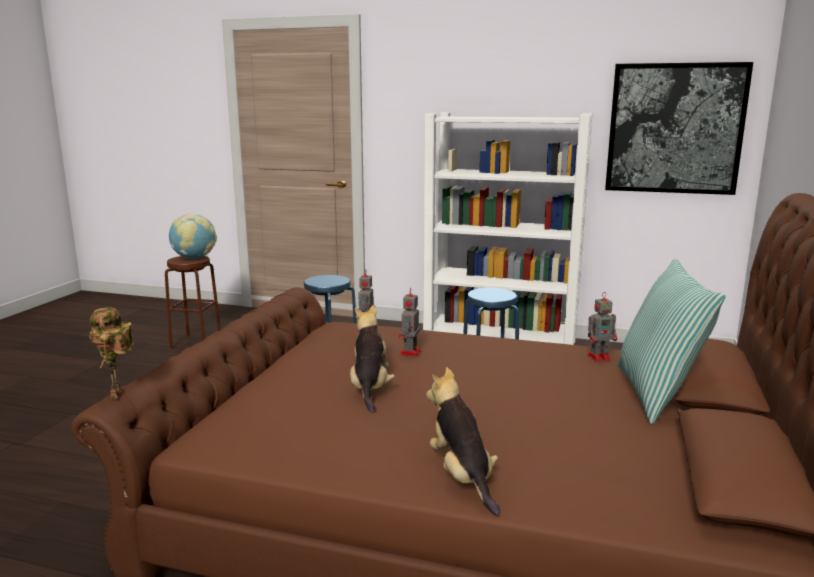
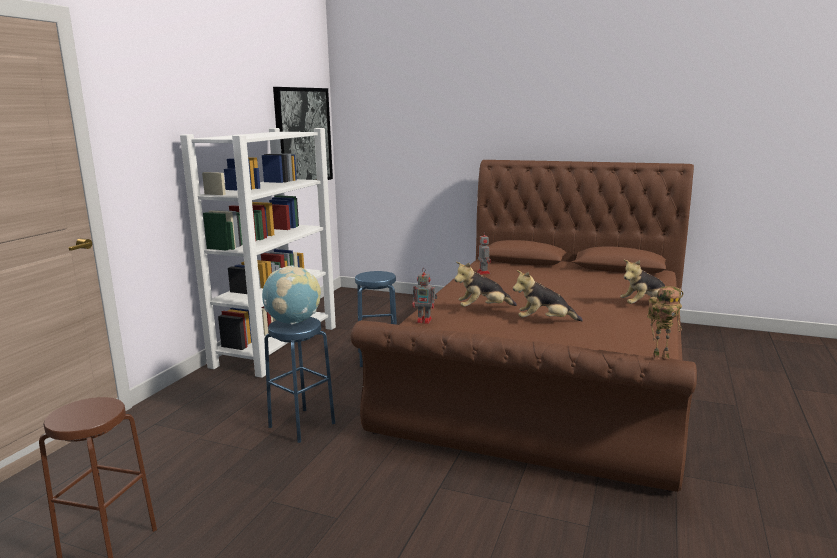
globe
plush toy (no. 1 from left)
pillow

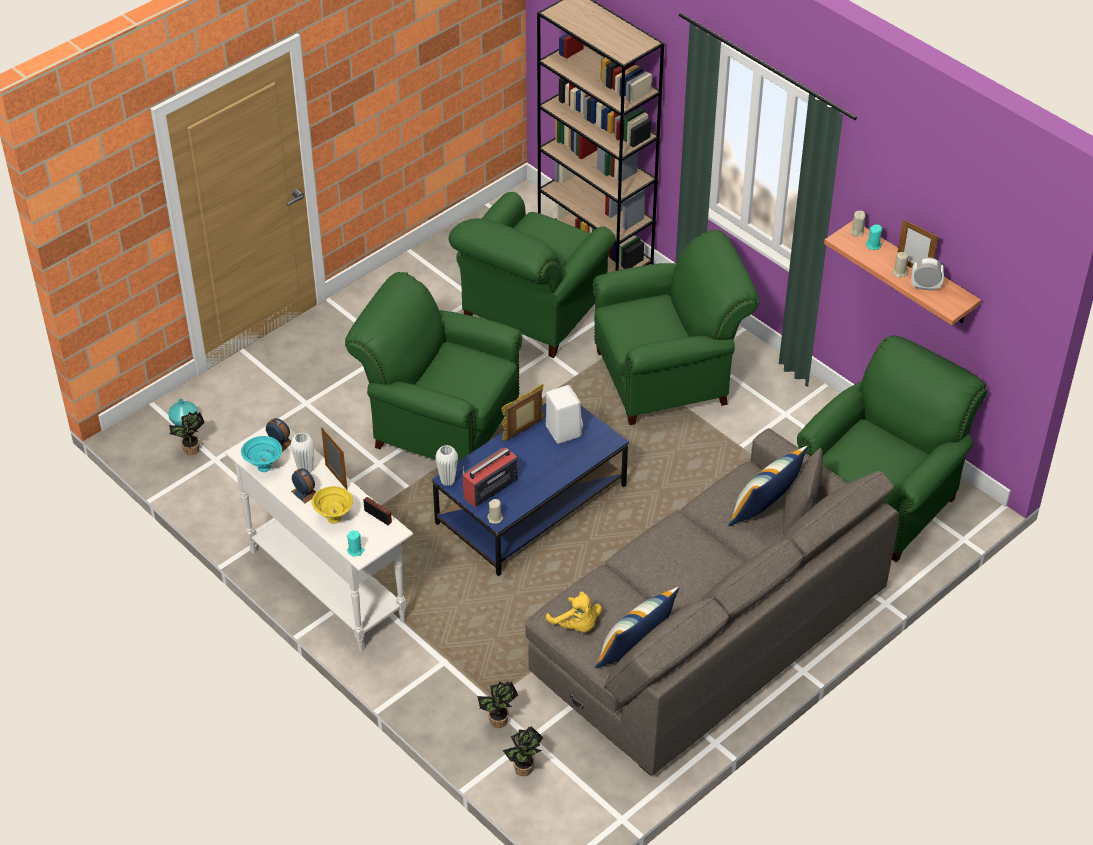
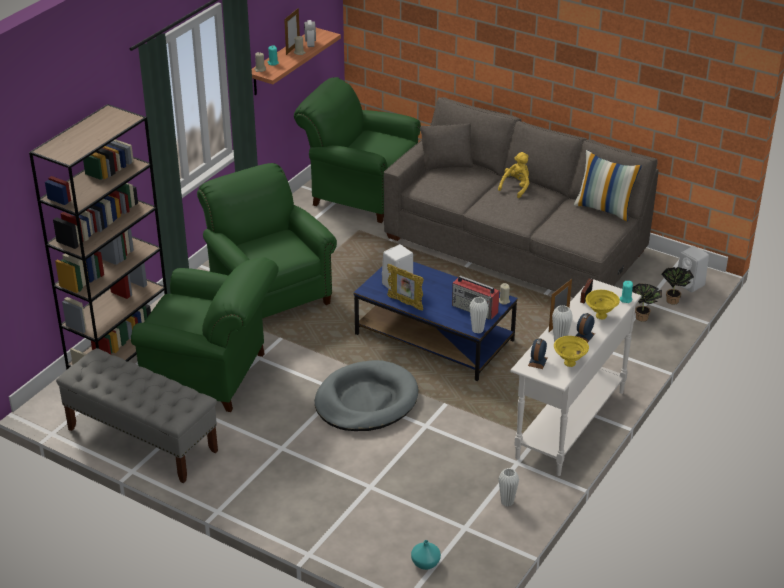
potted plant (no. 1 from left in the first image)
yellow bowl (no. 1 from left)
grey dog bed
yellow plush toy
pillow (no. 2 from left in the first image)
grey bench
white vase (no. 2 from left)
white speaker (no. 2 from left)

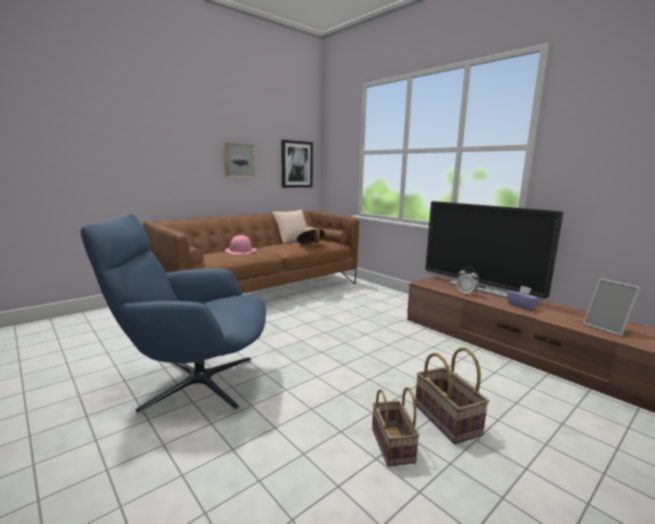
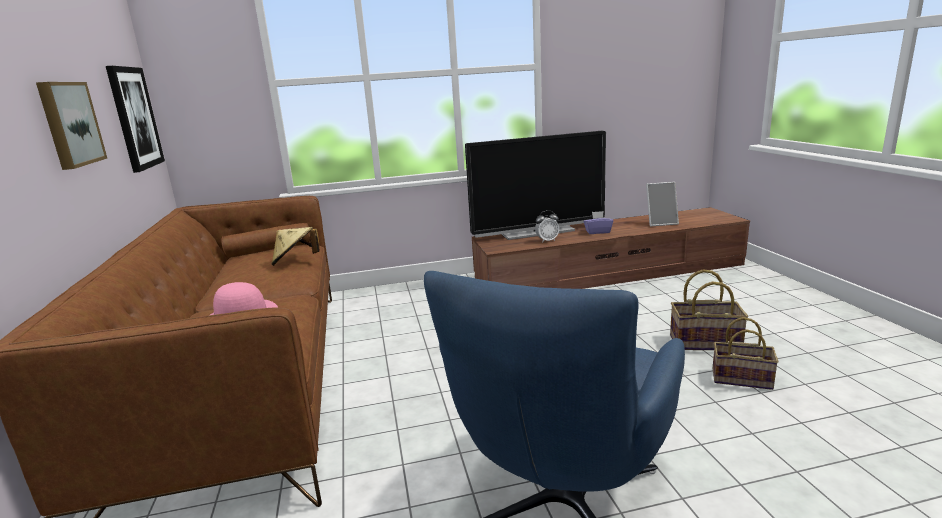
beige pillow

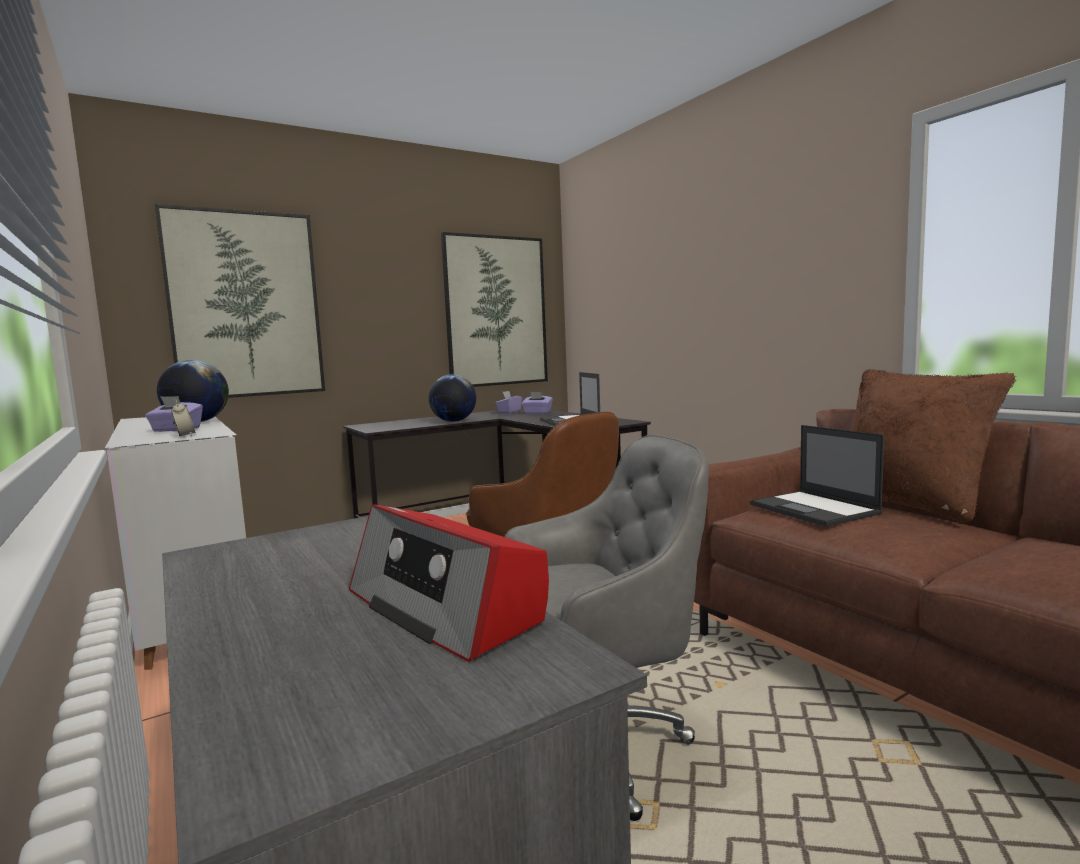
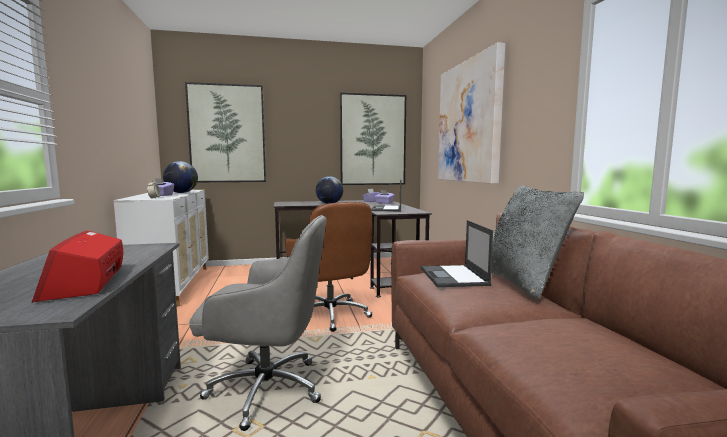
grey pillow
picture (no. 3 from left)

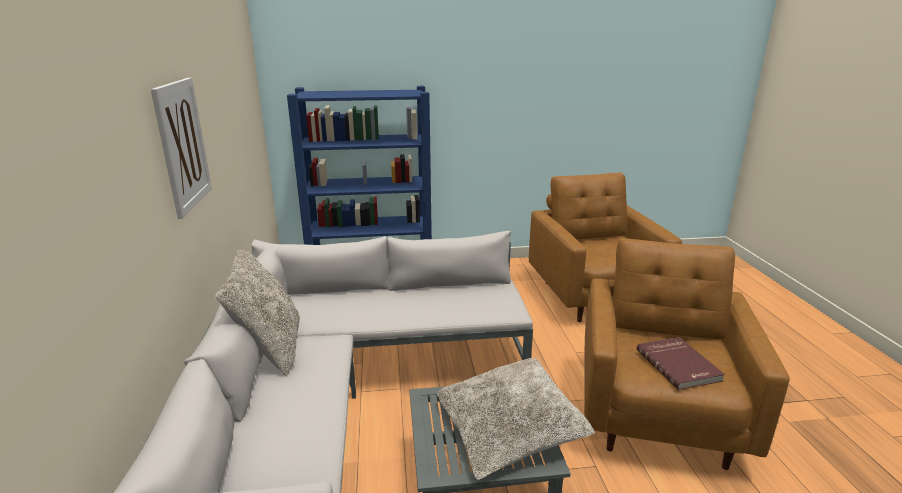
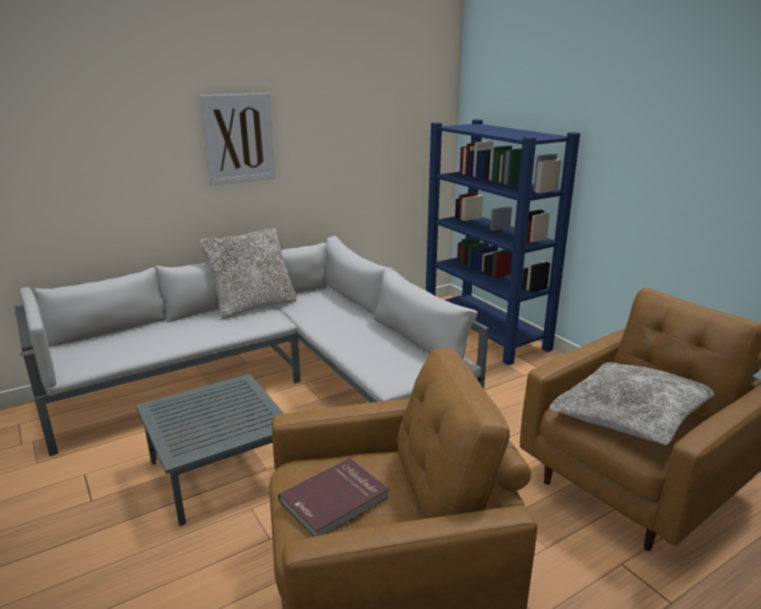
beige pillow (no. 2 from left)

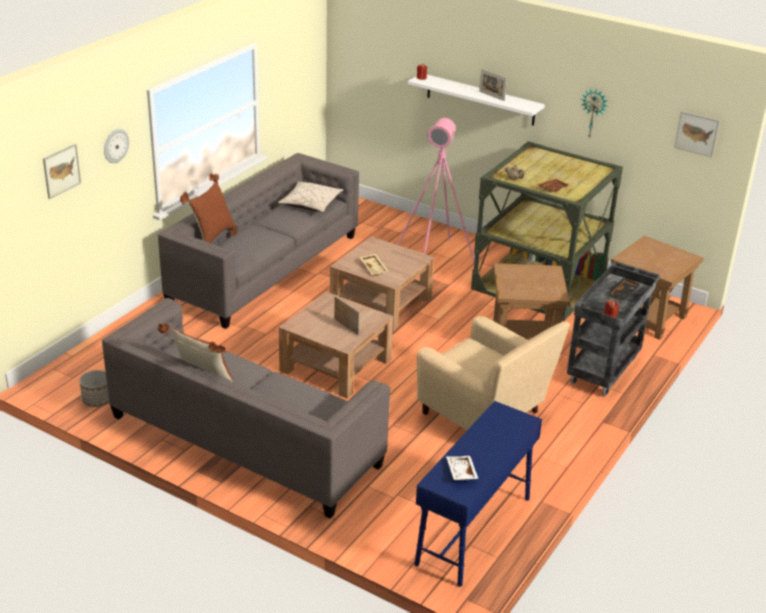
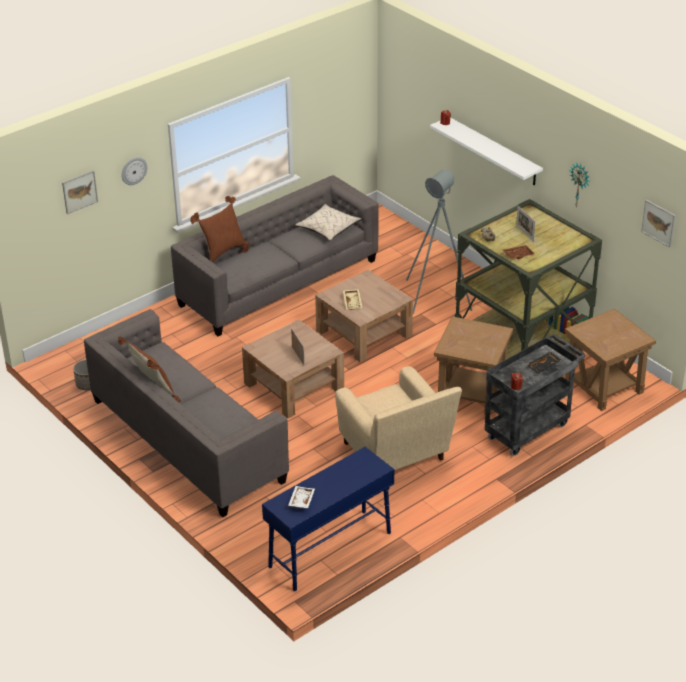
grey floor lamp
picture frame (no. 2 from left)

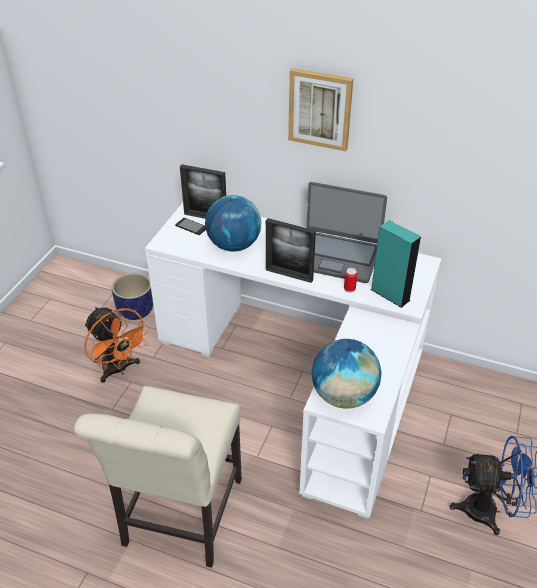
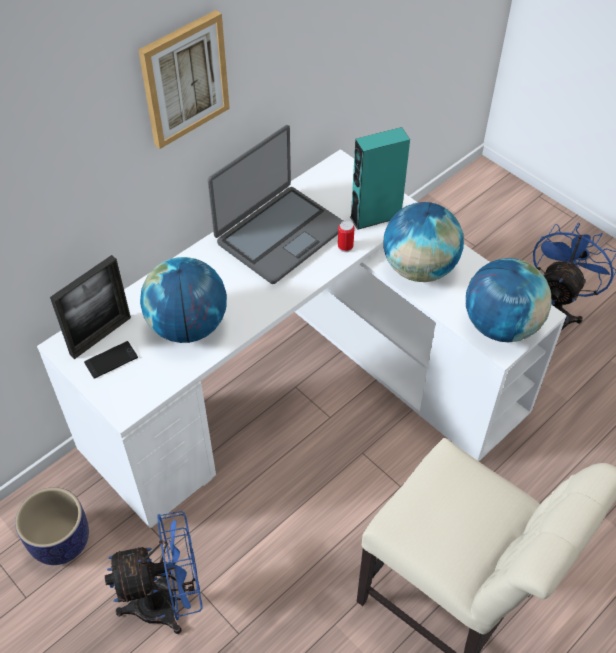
blue fan (no. 1 from left)
picture frame (no. 2 from left in the first image)
globe (no. 2 from left)

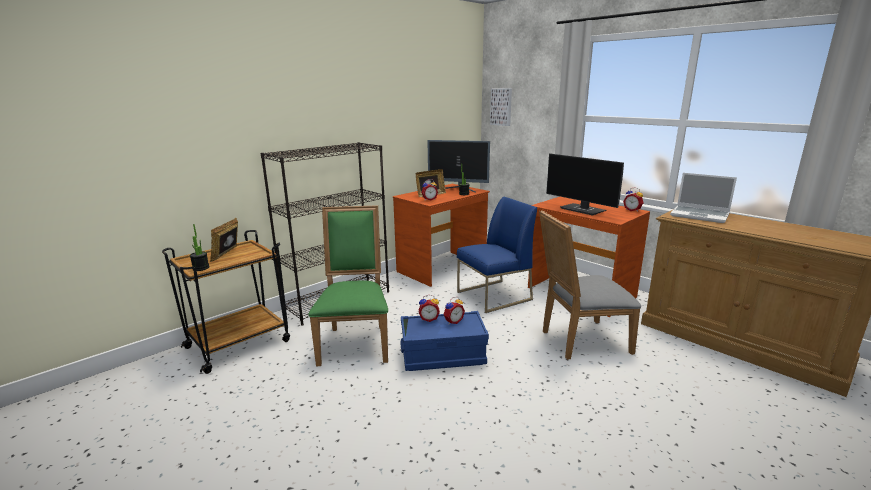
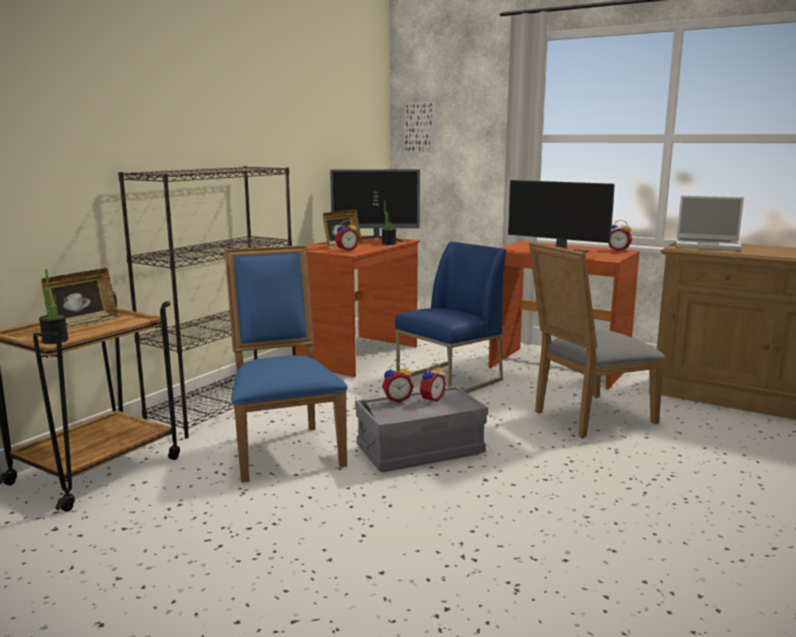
picture frame (no. 1 from left)
blue chair (no. 1 from left)
grey storage box

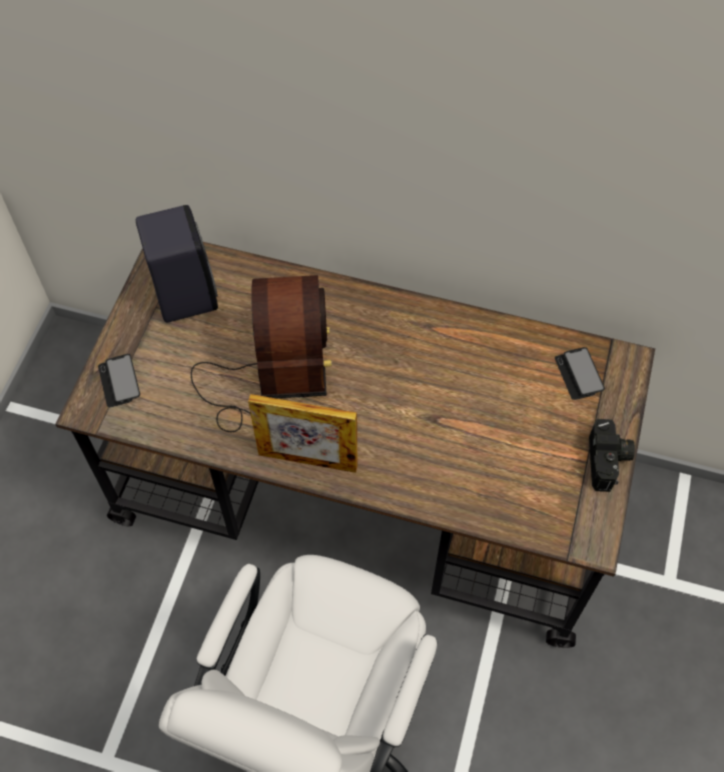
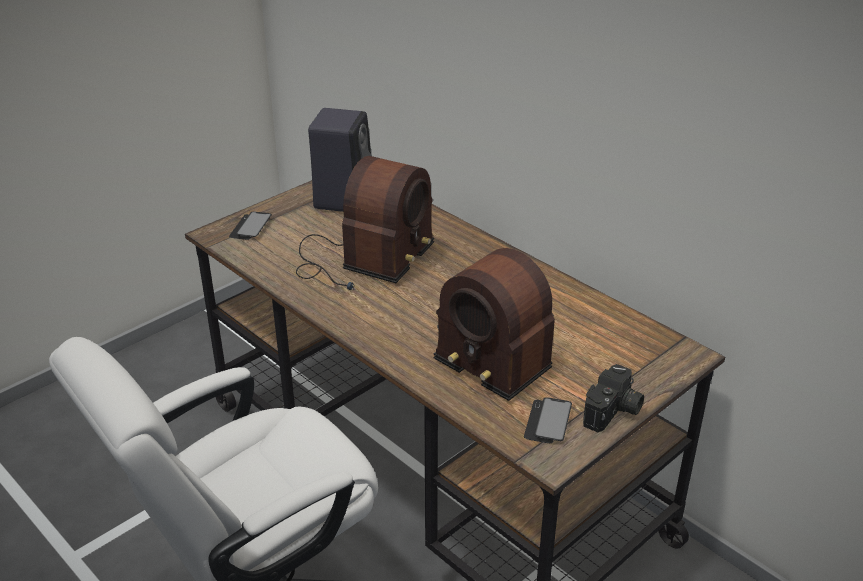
picture frame
phone (no. 2 from left)
radio (no. 2 from left)

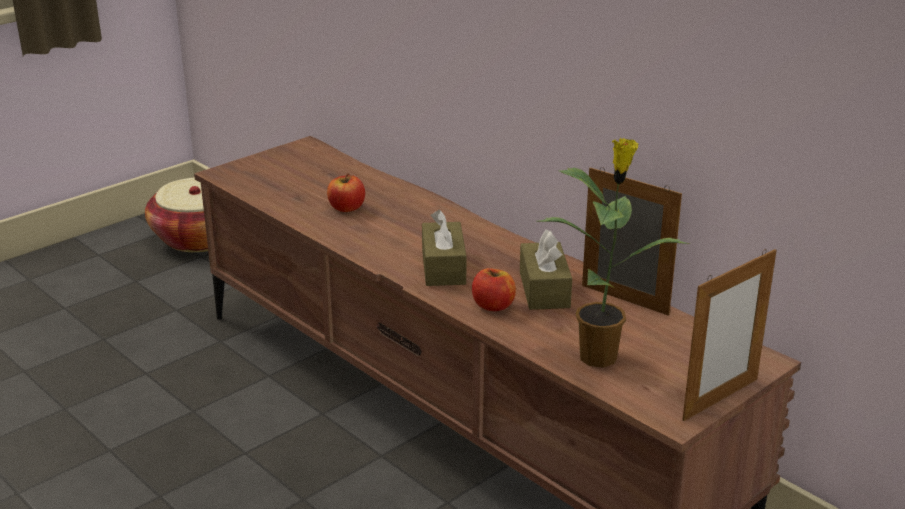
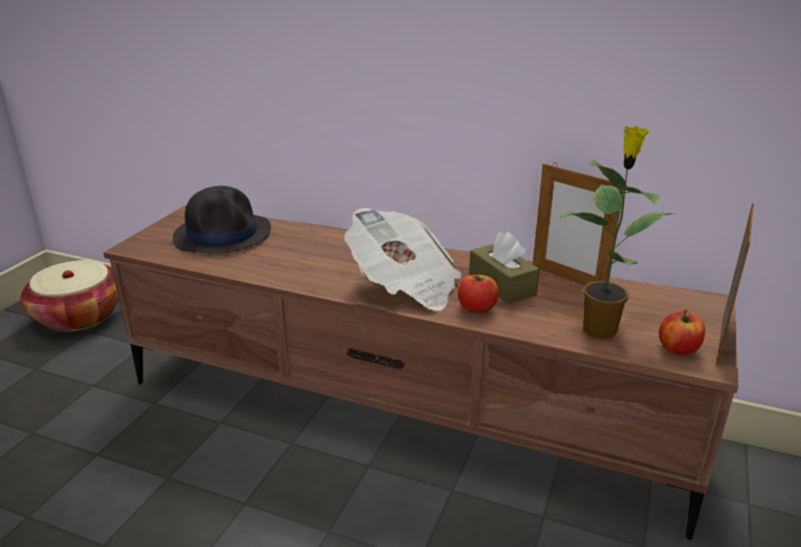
apple (no. 2 from left)
newspaper
picture frame (no. 1 from left)
black hat

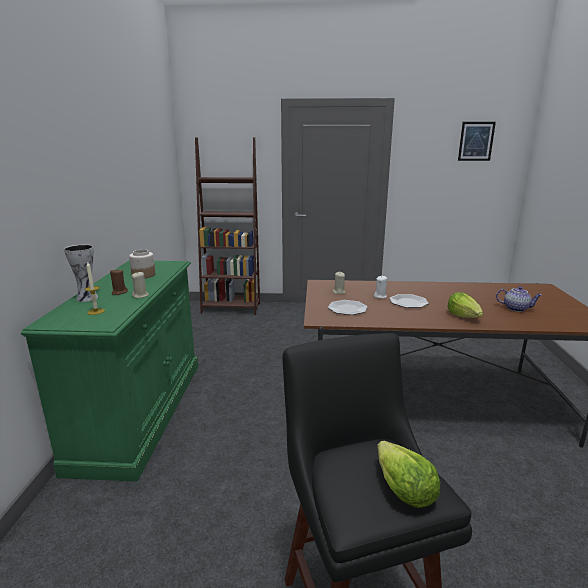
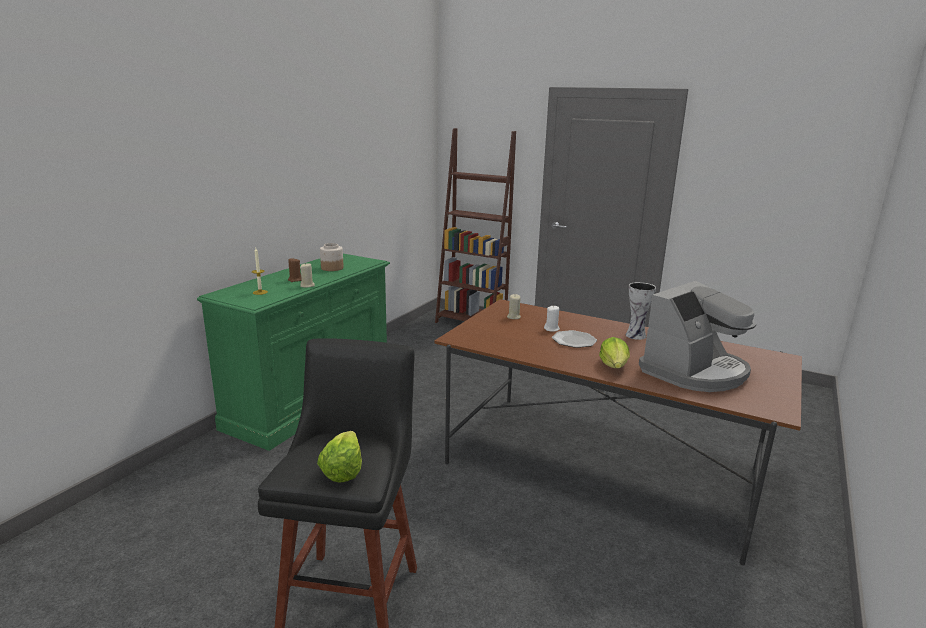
vase
plate (no. 1 from left in the first image)
picture
coffee machine

